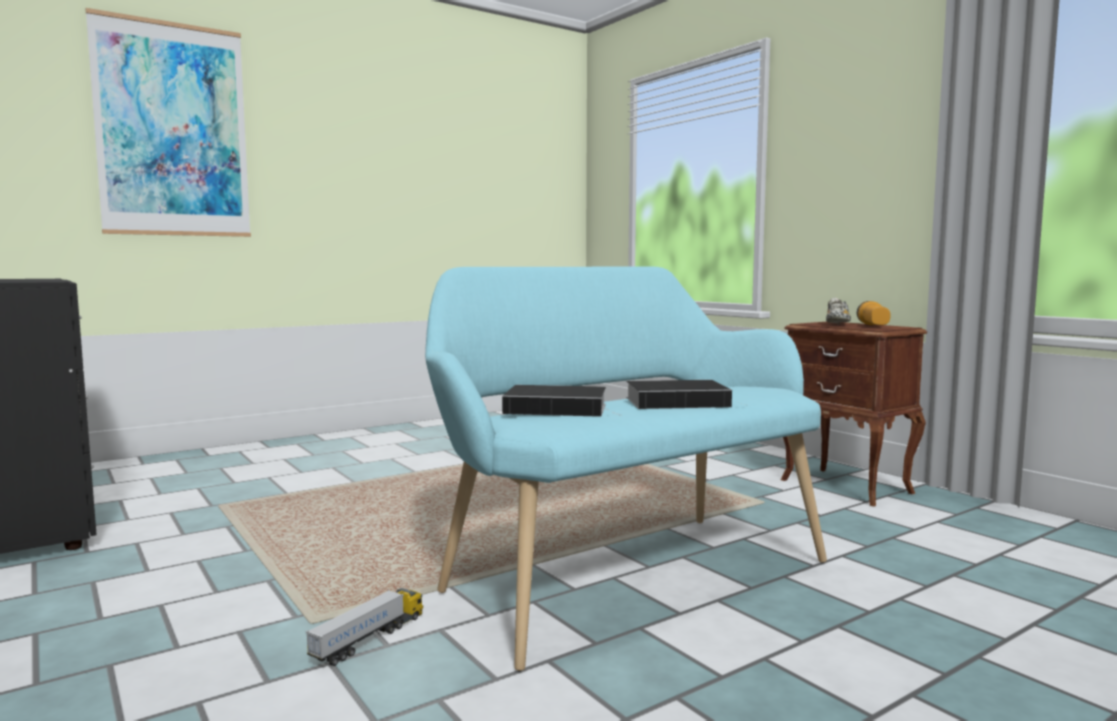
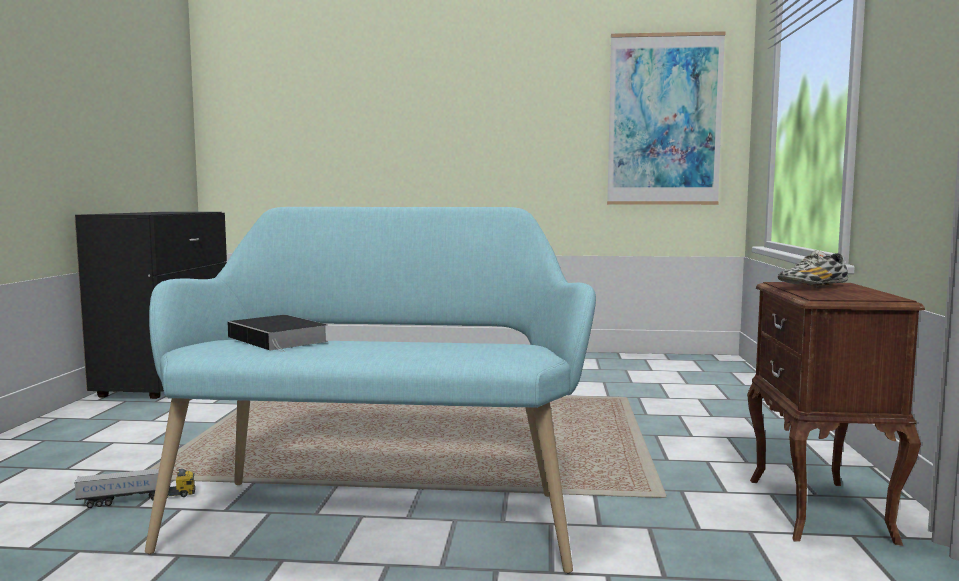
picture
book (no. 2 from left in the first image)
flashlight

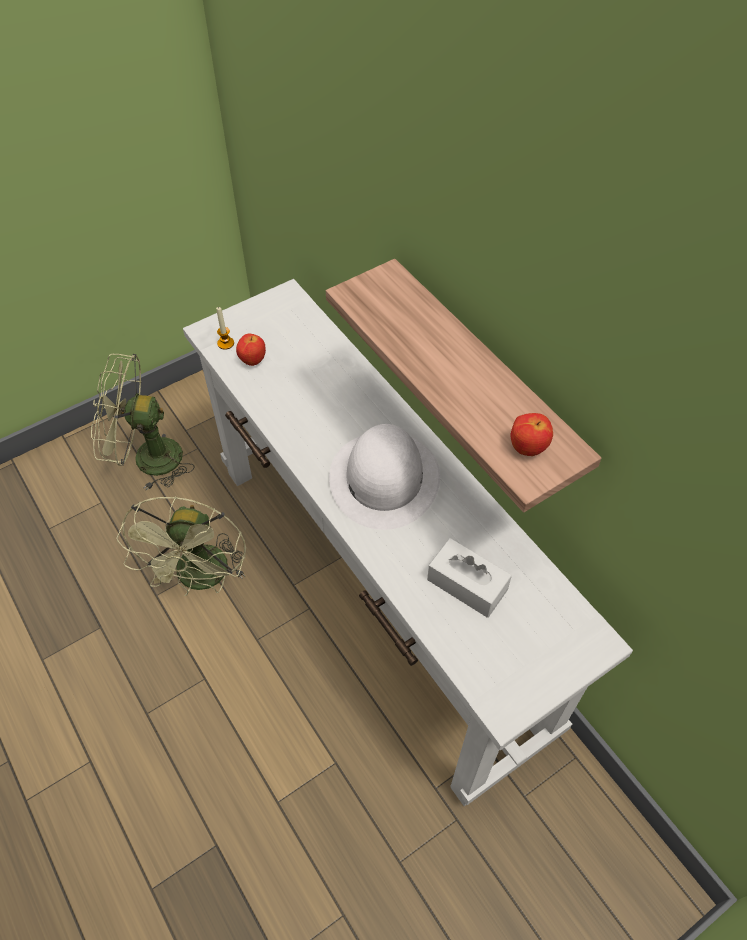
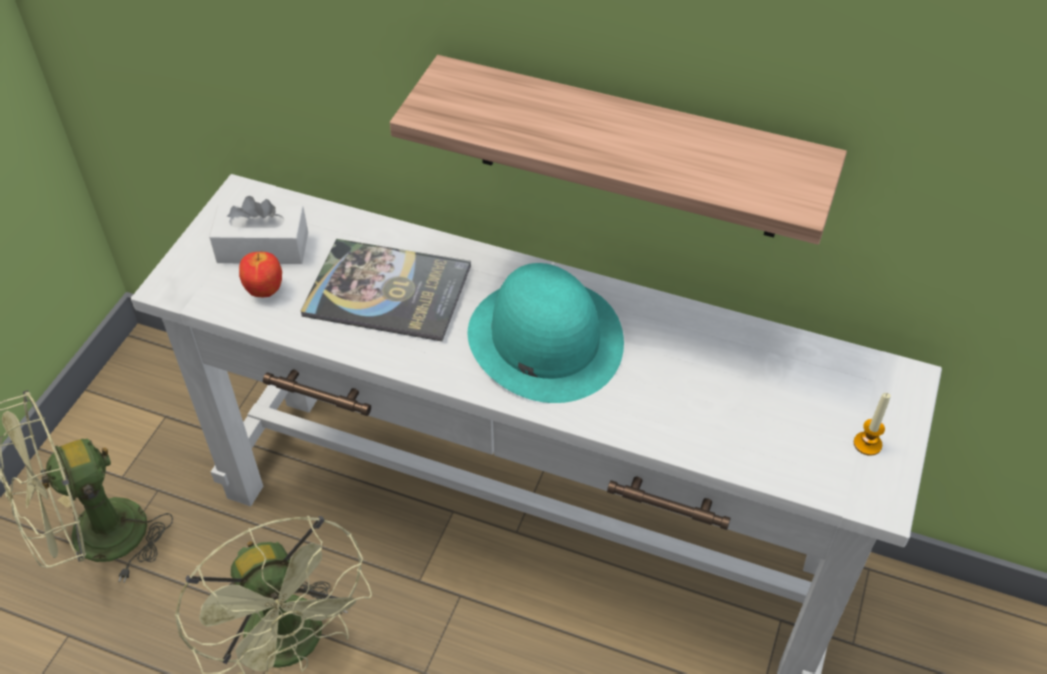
candle
turquoise hat
white tissue box
apple (no. 2 from left in the first image)
book

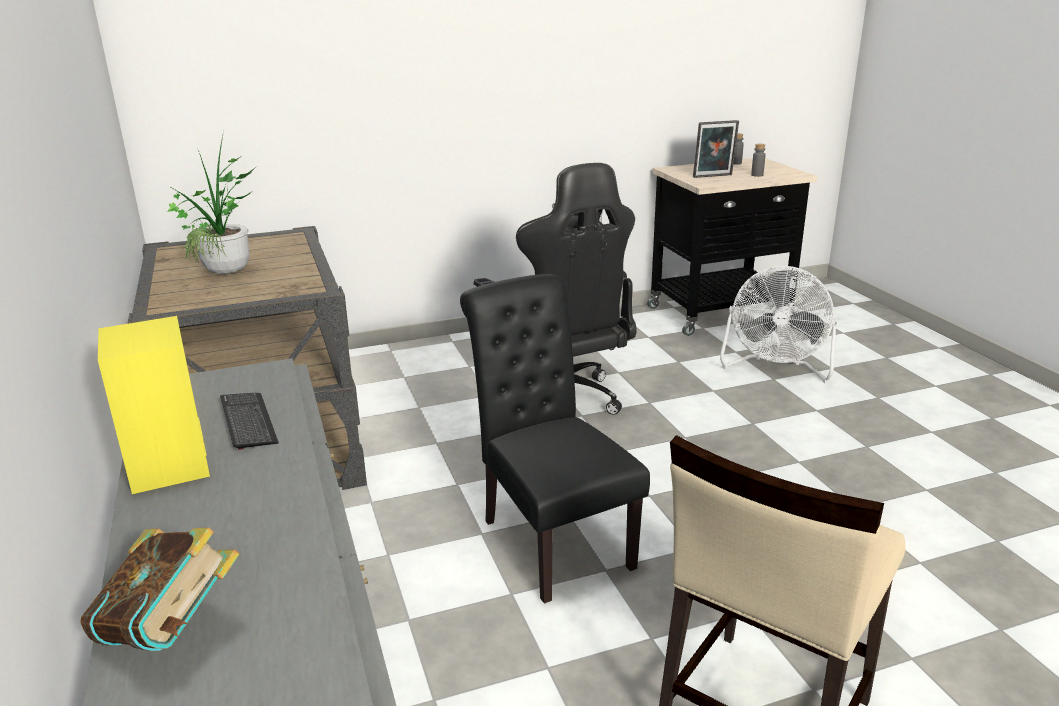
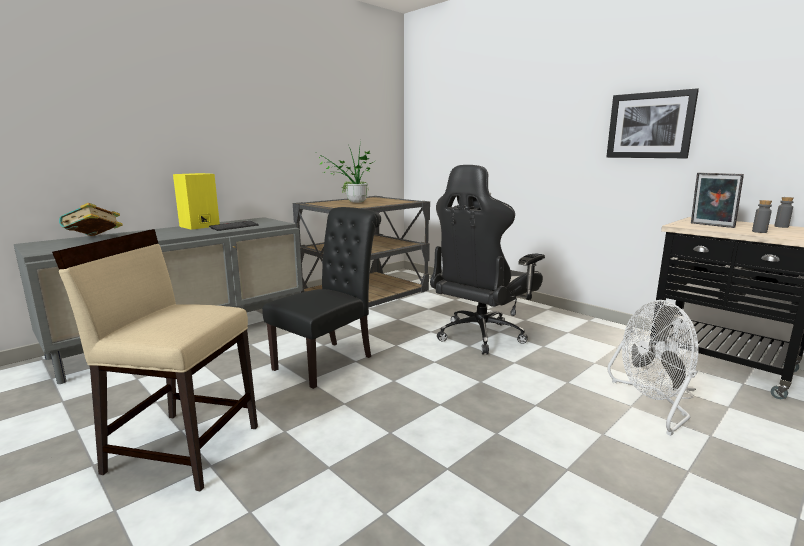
picture

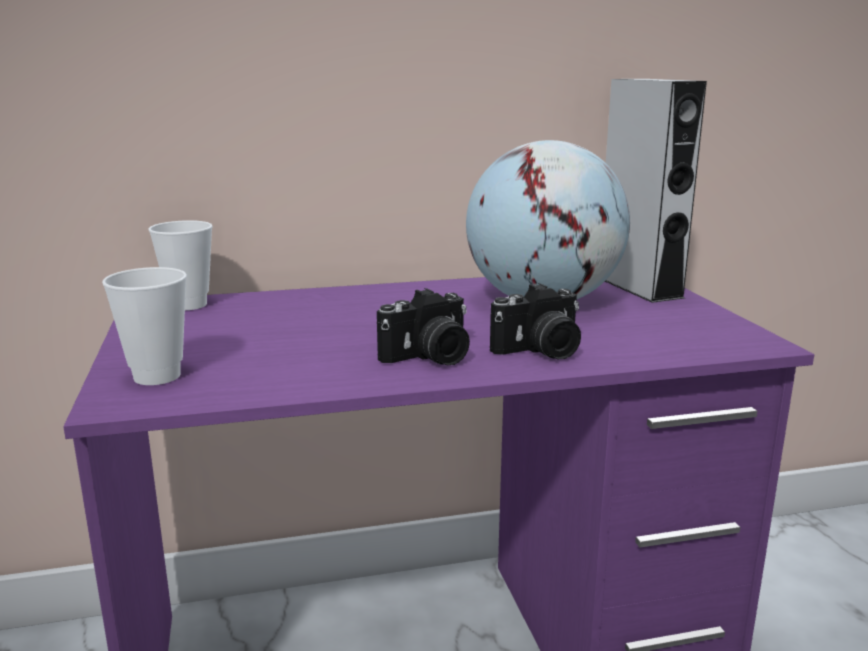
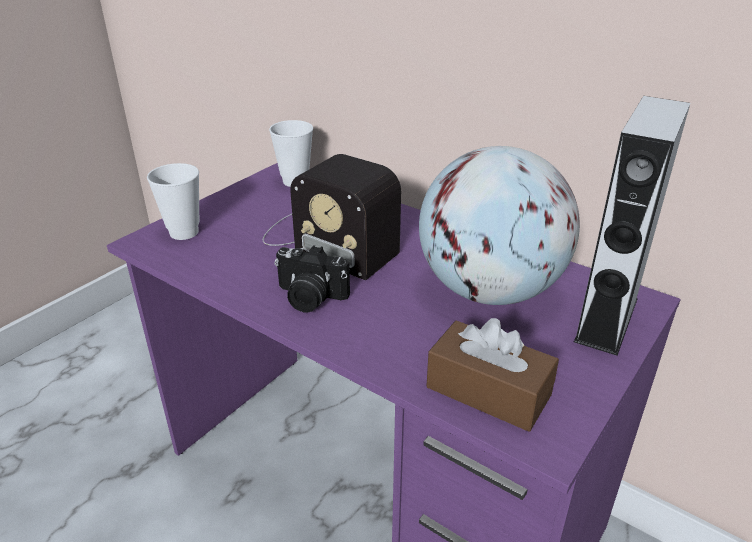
photo camera (no. 2 from left in the first image)
radio
brown tissue box

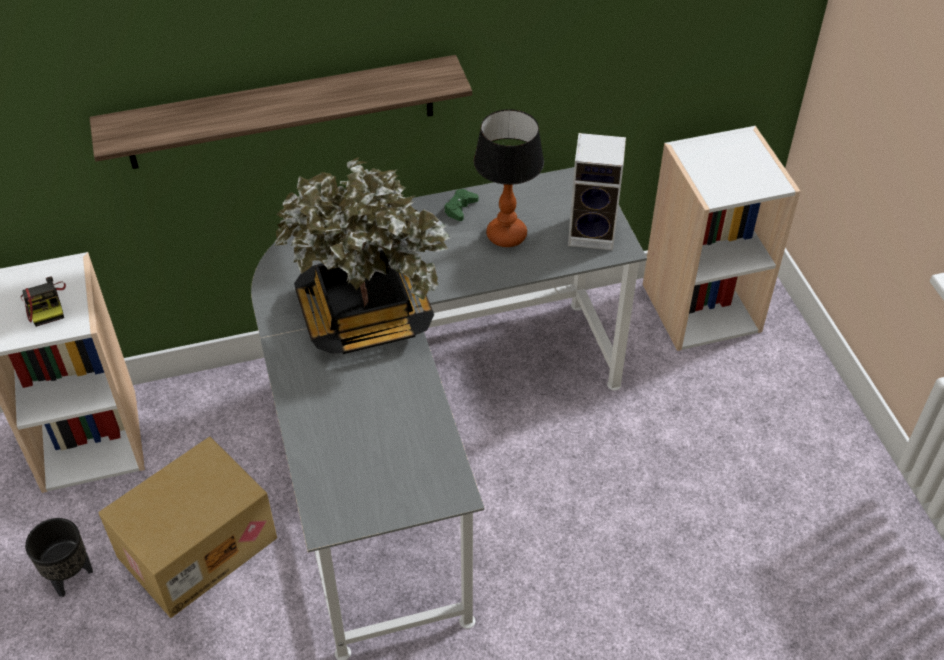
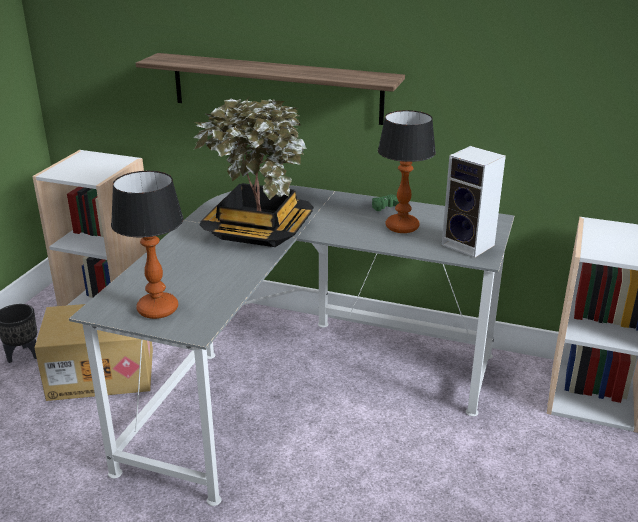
photo camera
table lamp (no. 1 from left)

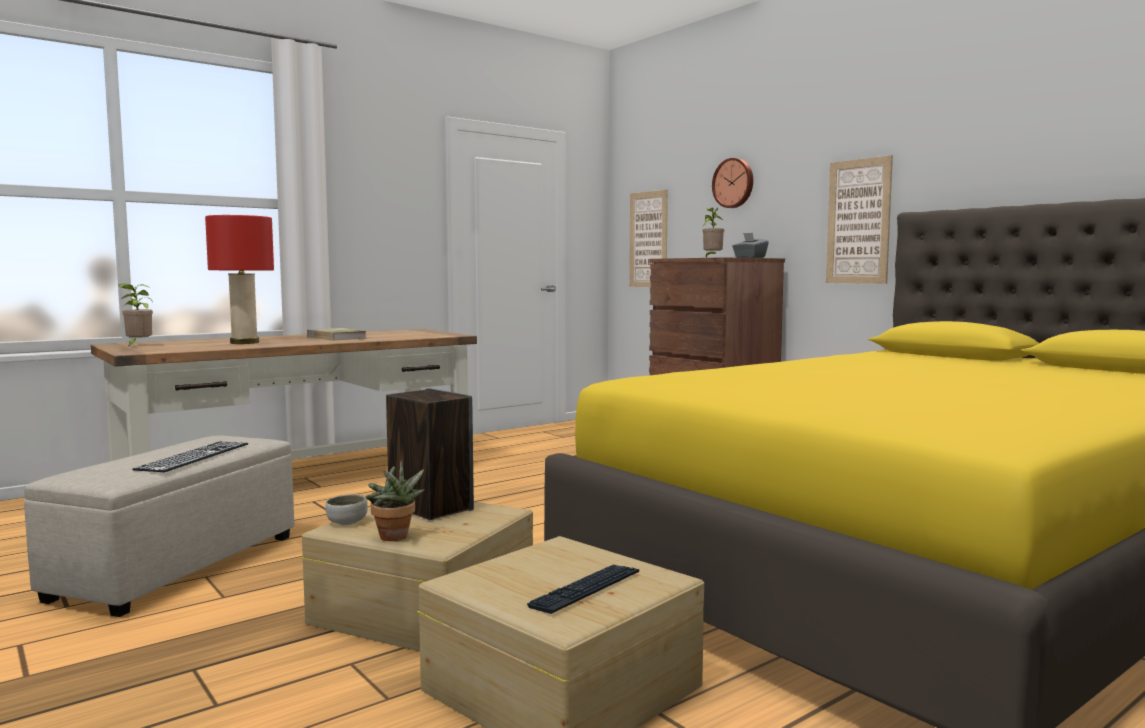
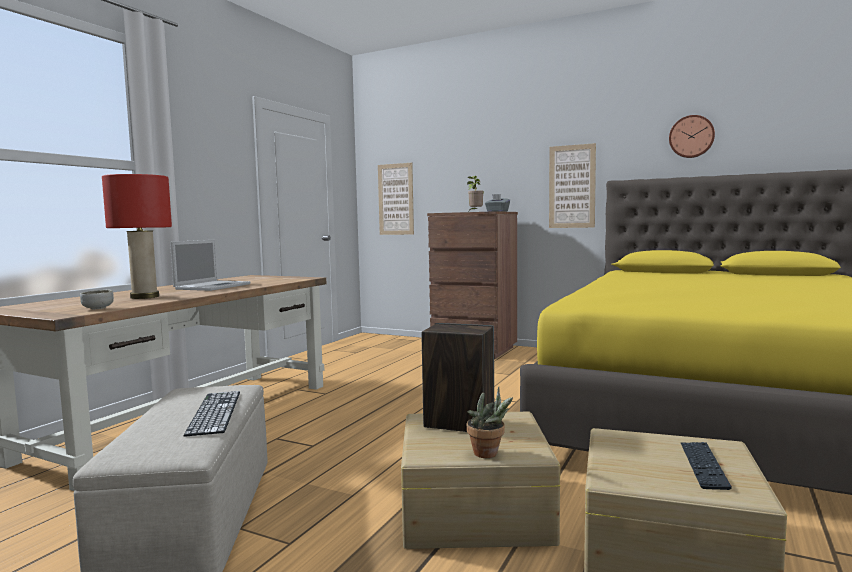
potted plant (no. 1 from left in the first image)
laptop
bowl
wall clock

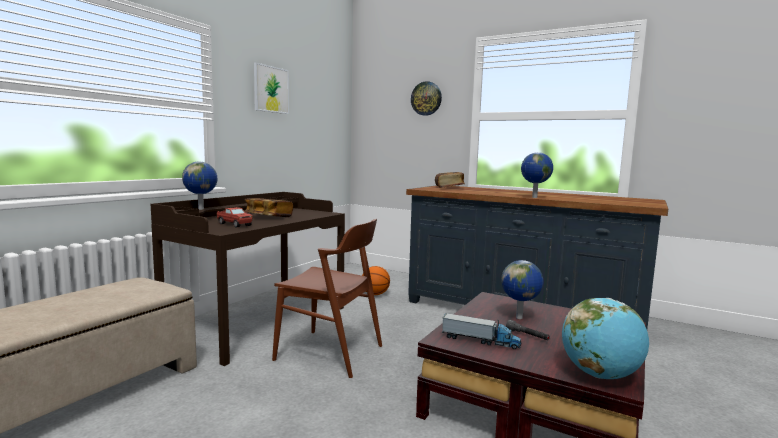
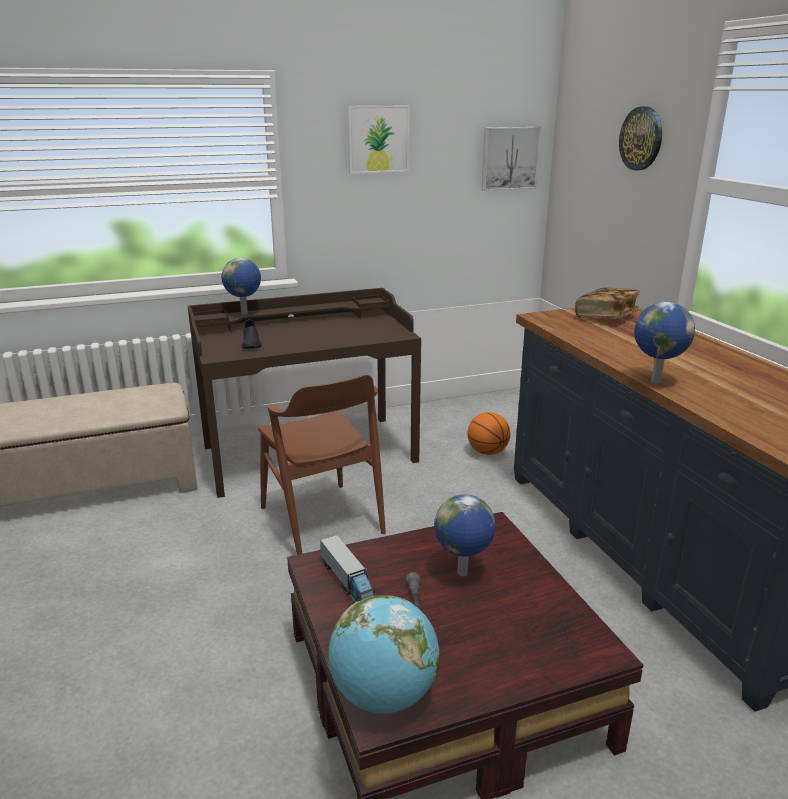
black shoe
book (no. 1 from left in the first image)
picture (no. 2 from left)

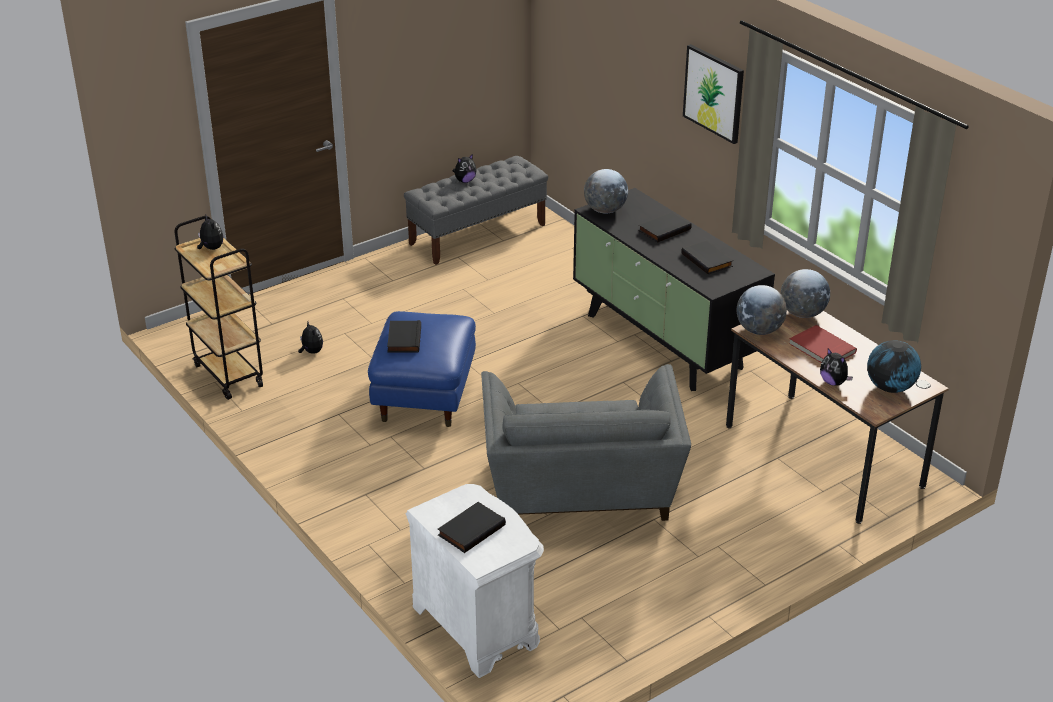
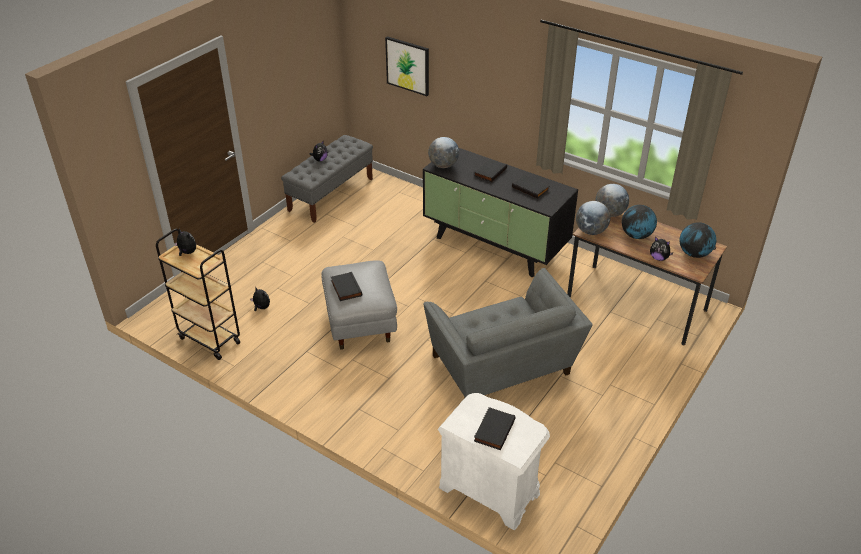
grey ottoman
picture
globe (no. 4 from left)

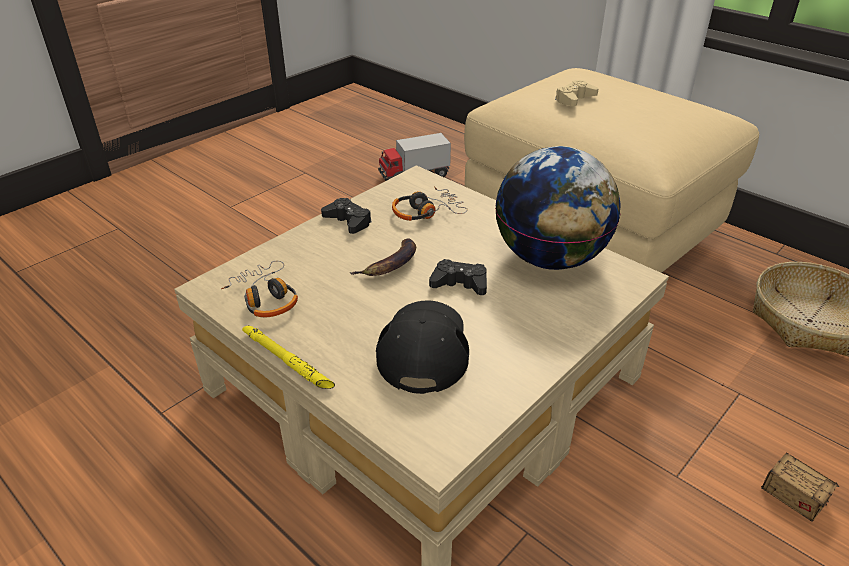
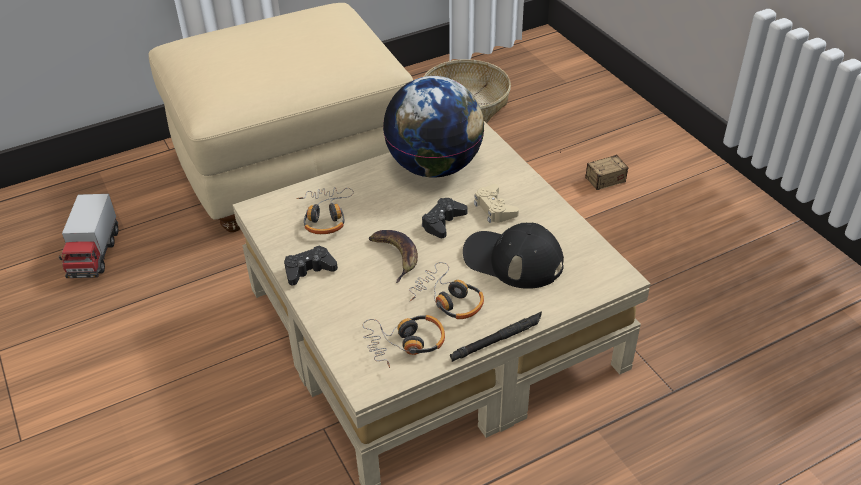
black flashlight
beige game controller
headphones (no. 3 from left)

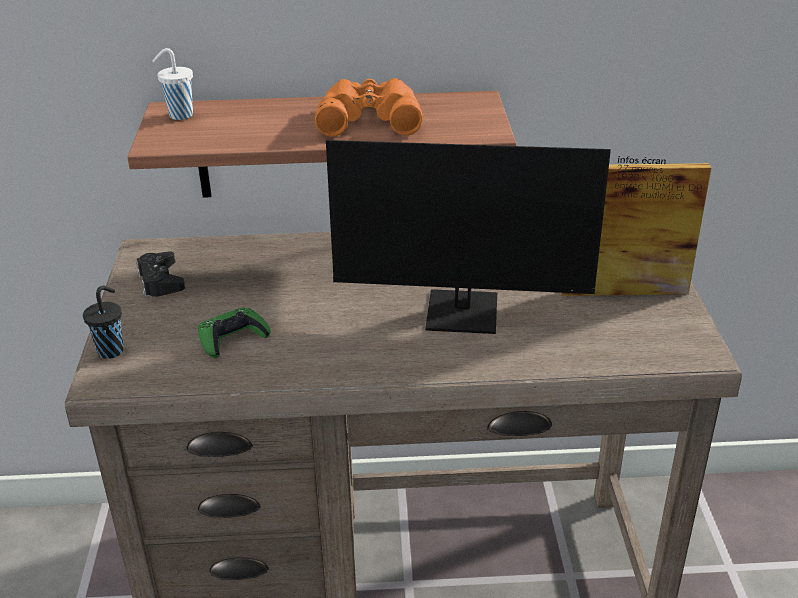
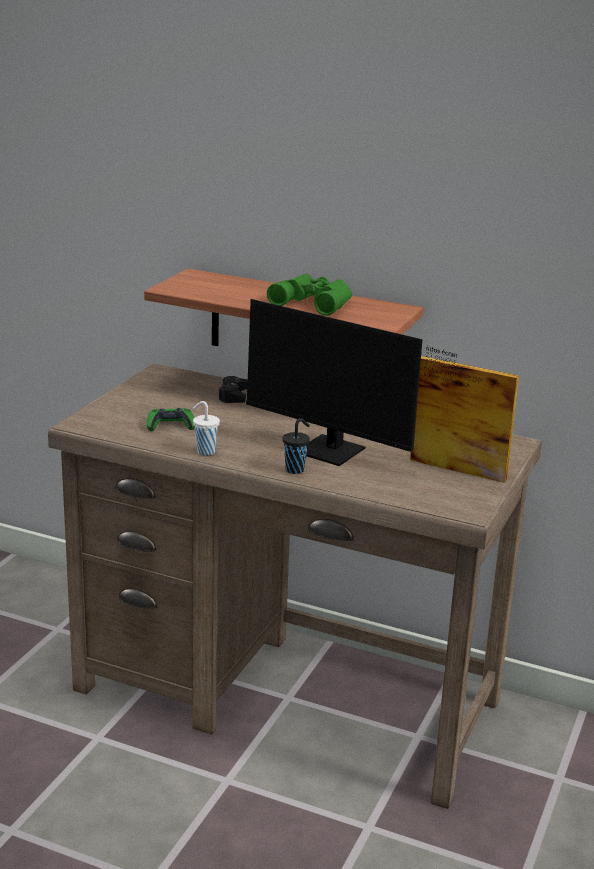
black cup
black game controller
white cup
green binoculars

